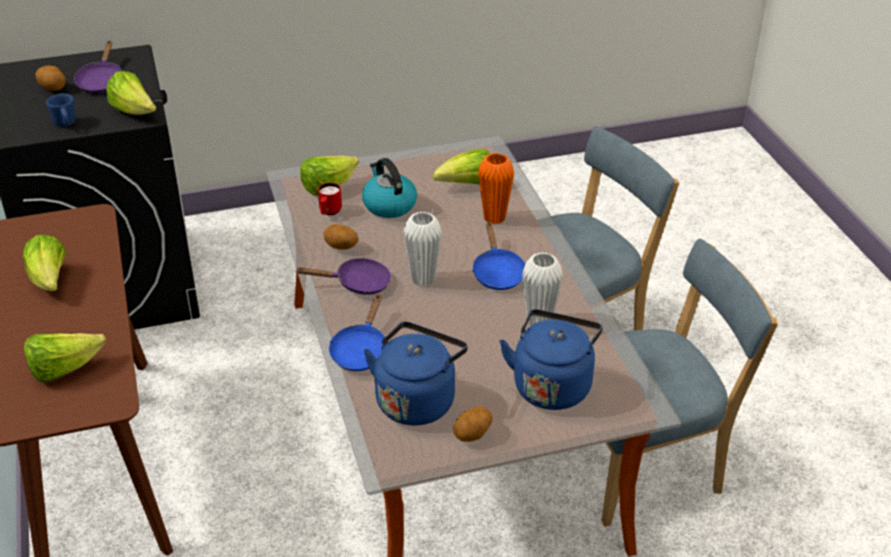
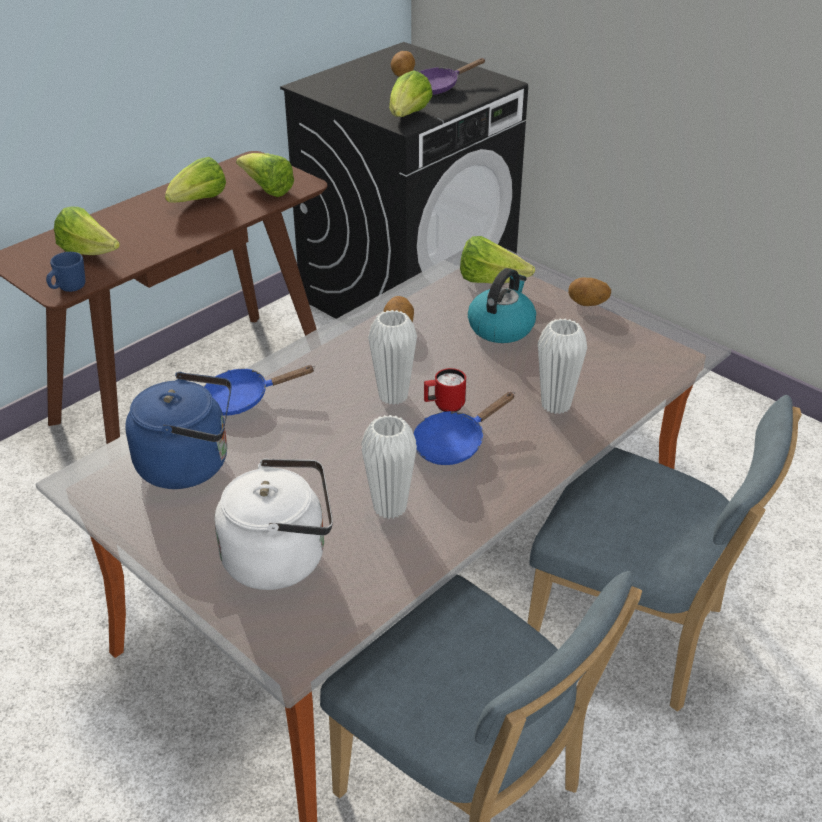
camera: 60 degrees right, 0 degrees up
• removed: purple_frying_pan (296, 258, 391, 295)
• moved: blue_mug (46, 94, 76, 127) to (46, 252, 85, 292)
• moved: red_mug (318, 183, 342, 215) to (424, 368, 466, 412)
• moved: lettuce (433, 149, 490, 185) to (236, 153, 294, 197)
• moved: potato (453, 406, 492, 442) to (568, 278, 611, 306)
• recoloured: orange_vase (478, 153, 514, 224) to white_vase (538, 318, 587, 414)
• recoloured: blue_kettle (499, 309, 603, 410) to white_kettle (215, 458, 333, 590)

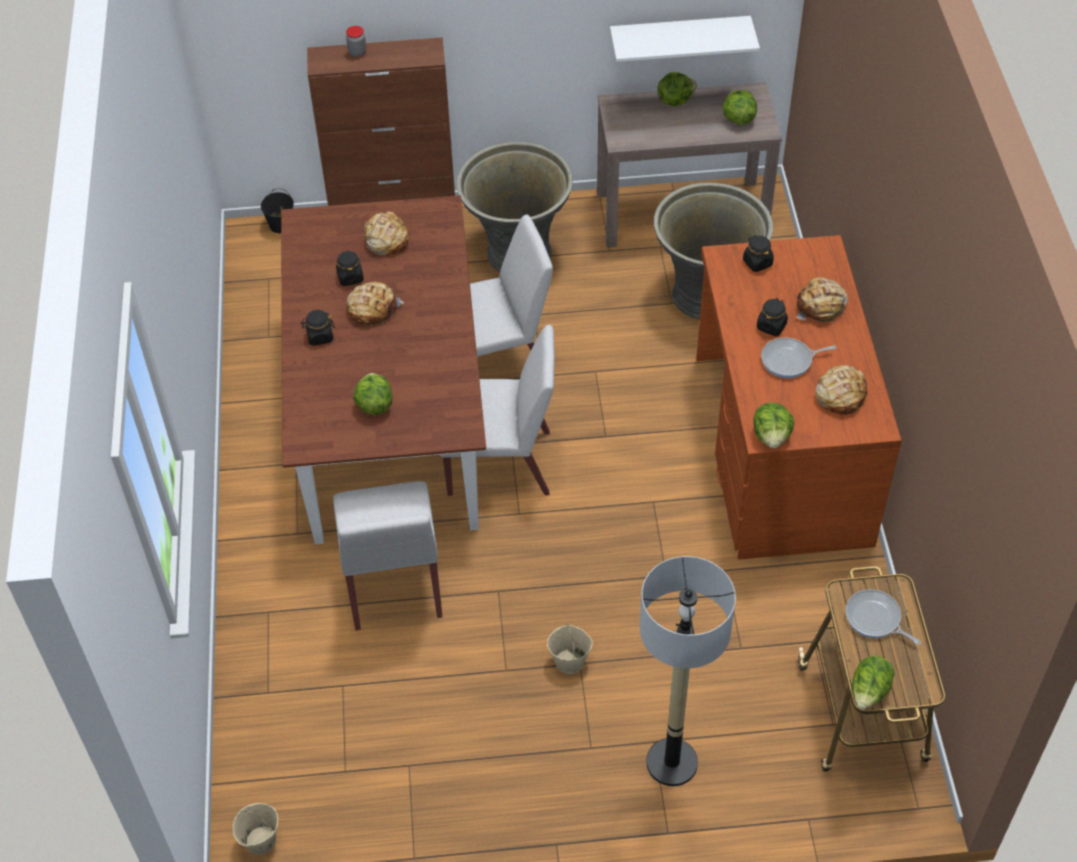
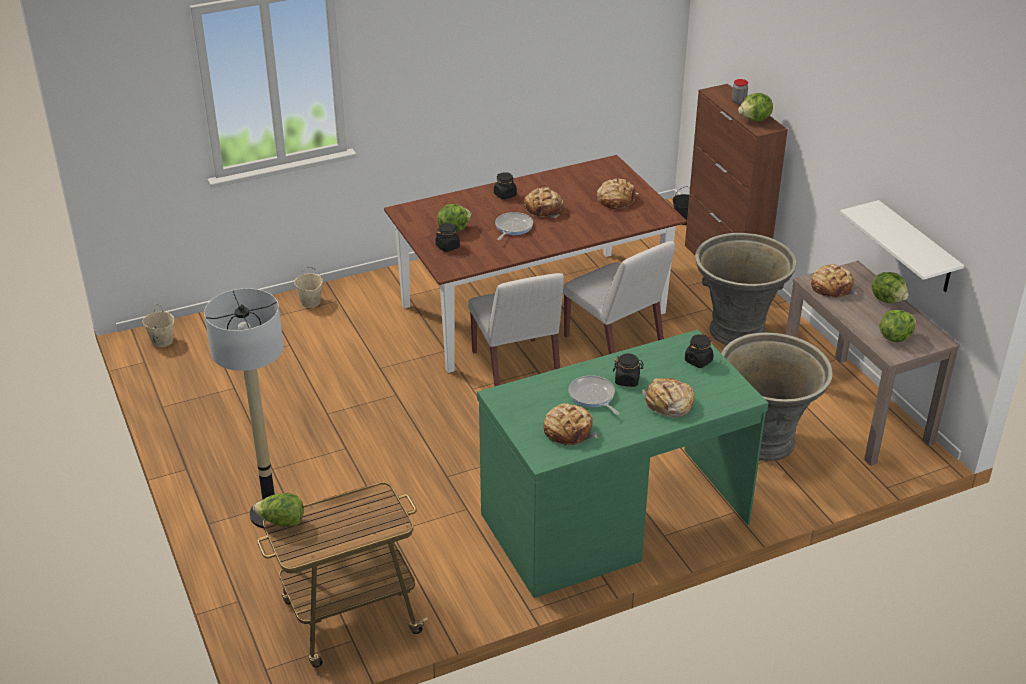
camera: 70 degrees right, 15 degrees down
• removed: white_chair (333, 481, 443, 630)
• added: bread (811, 264, 857, 298)
• moved: black_jar (336, 251, 364, 286) to (435, 223, 460, 252)
• moved: beige_bucket (547, 623, 593, 674) to (294, 267, 323, 308)
• moved: lettuce (753, 402, 795, 448) to (738, 93, 773, 121)
• moved: frying_pan (845, 589, 921, 645) to (495, 212, 533, 240)
• recoloured: brown_desk (696, 235, 902, 560) to green_desk (477, 330, 768, 598)

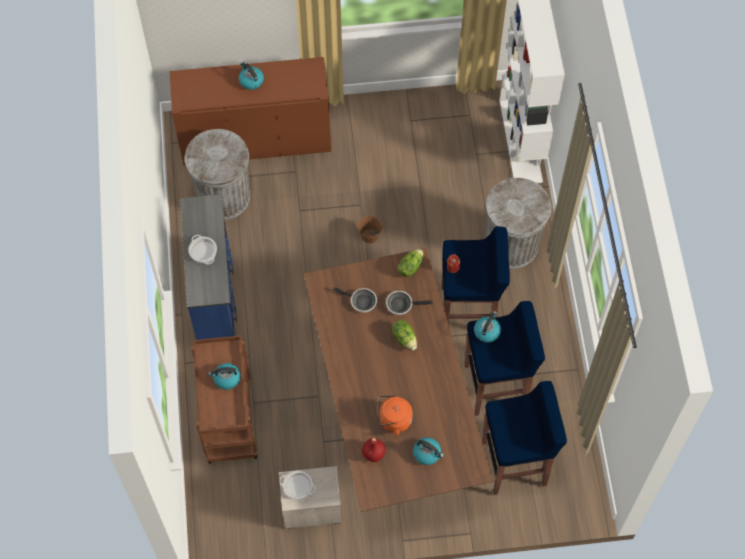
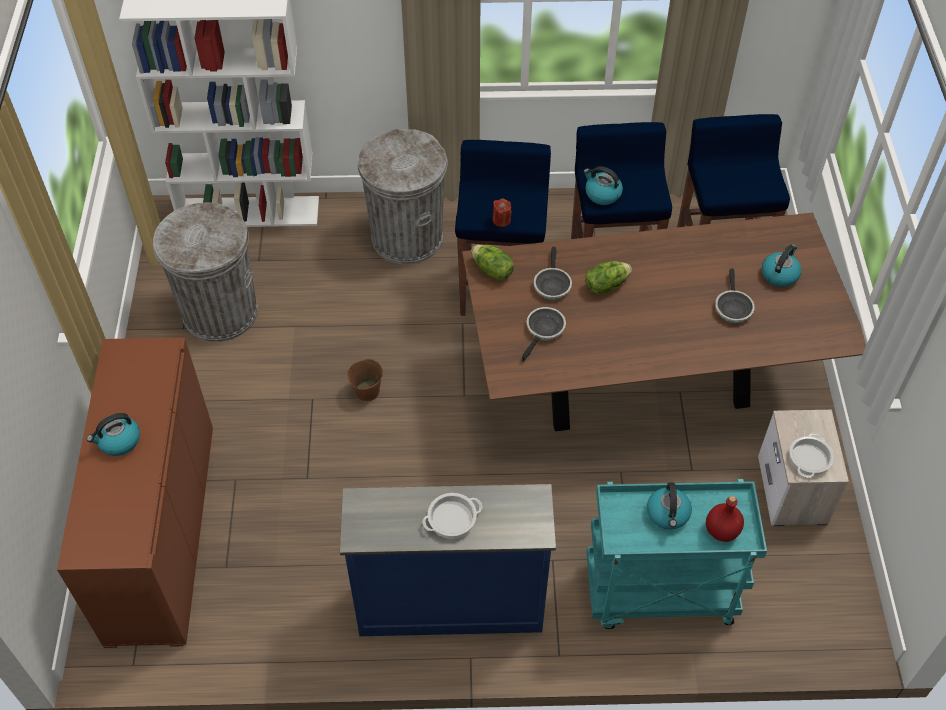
camera: 85 degrees left, 10 degrees down
• moved: grey_trash_can (184, 129, 250, 220) to (153, 202, 258, 342)
• moved: red_bottle (362, 438, 386, 462) to (706, 496, 744, 542)
• replaced: orange_kettle (377, 395, 413, 436) to frying_pan (715, 268, 755, 323)
• recoloured: brown_cart (191, 335, 258, 464) to turquoise_cart (586, 479, 767, 629)

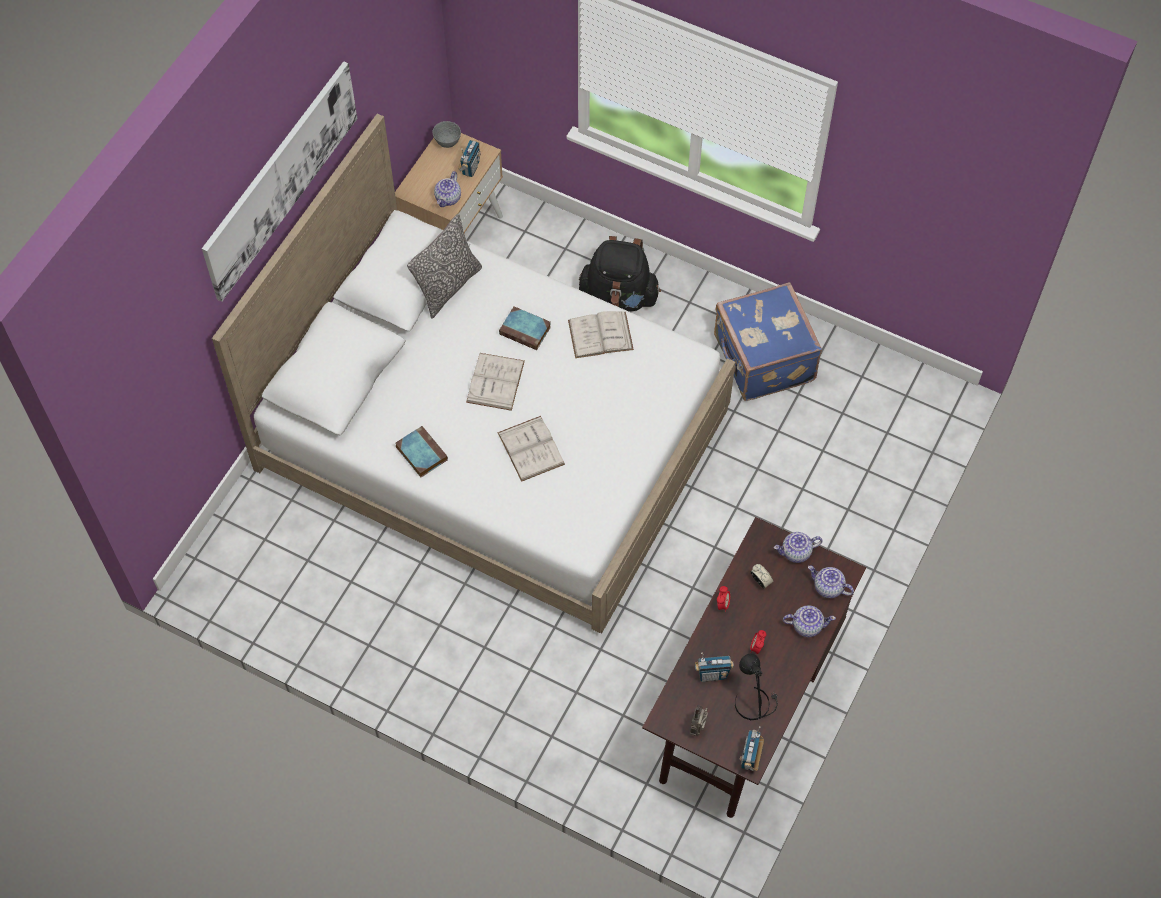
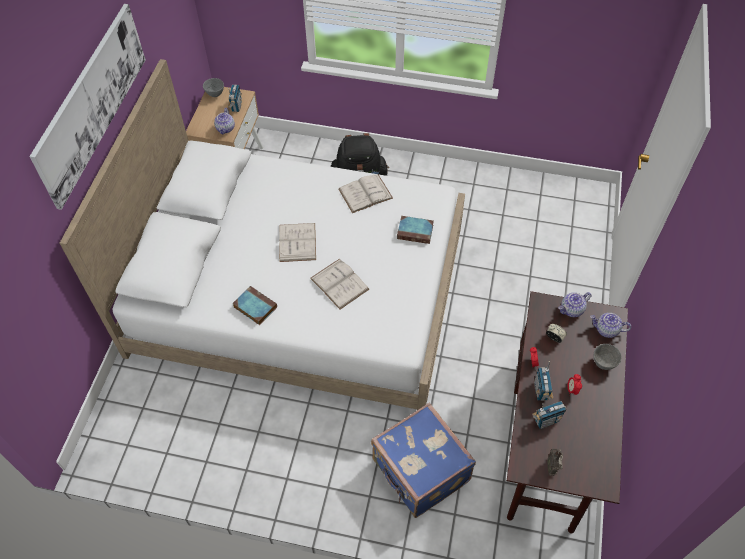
camera: 15 degrees left, 5 degrees down
• removed: pillow (407, 214, 482, 318)
• removed: black_table_lamp (735, 653, 778, 720)
• moved: book (499, 306, 551, 350) to (397, 216, 434, 244)
• moved: blue_suitcase (714, 282, 822, 401) to (371, 403, 476, 518)
• moved: radio (739, 726, 764, 771) to (534, 361, 553, 401)
• replaced: teapot (783, 605, 836, 637) to grey_bowl (594, 344, 622, 370)

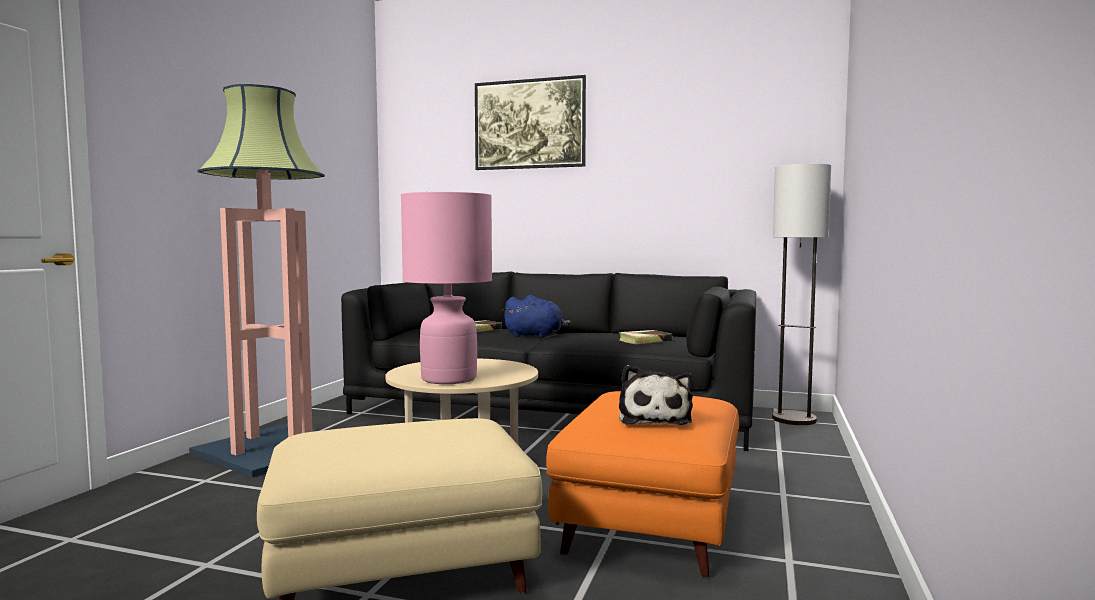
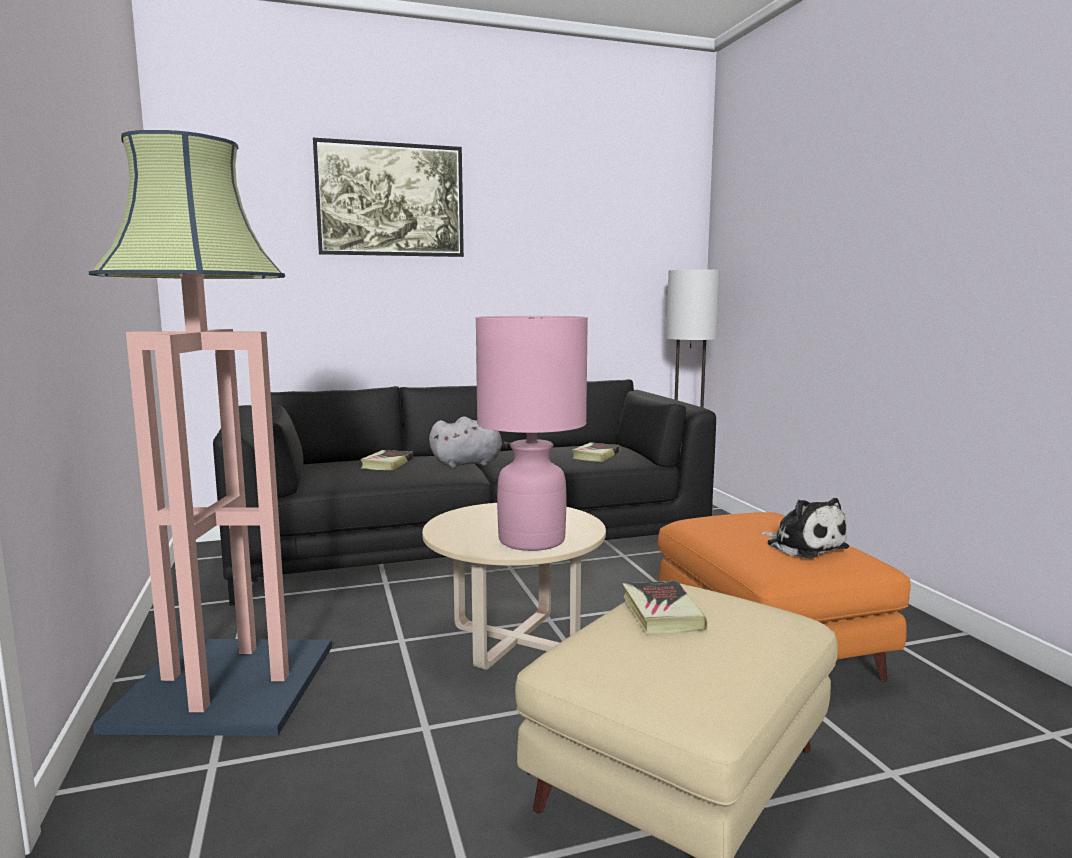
camera: 35 degrees left, 5 degrees up
• added: book (622, 581, 707, 634)
• recoloured: blue_plush_toy (502, 295, 571, 338) to grey_plush_toy (429, 417, 512, 468)

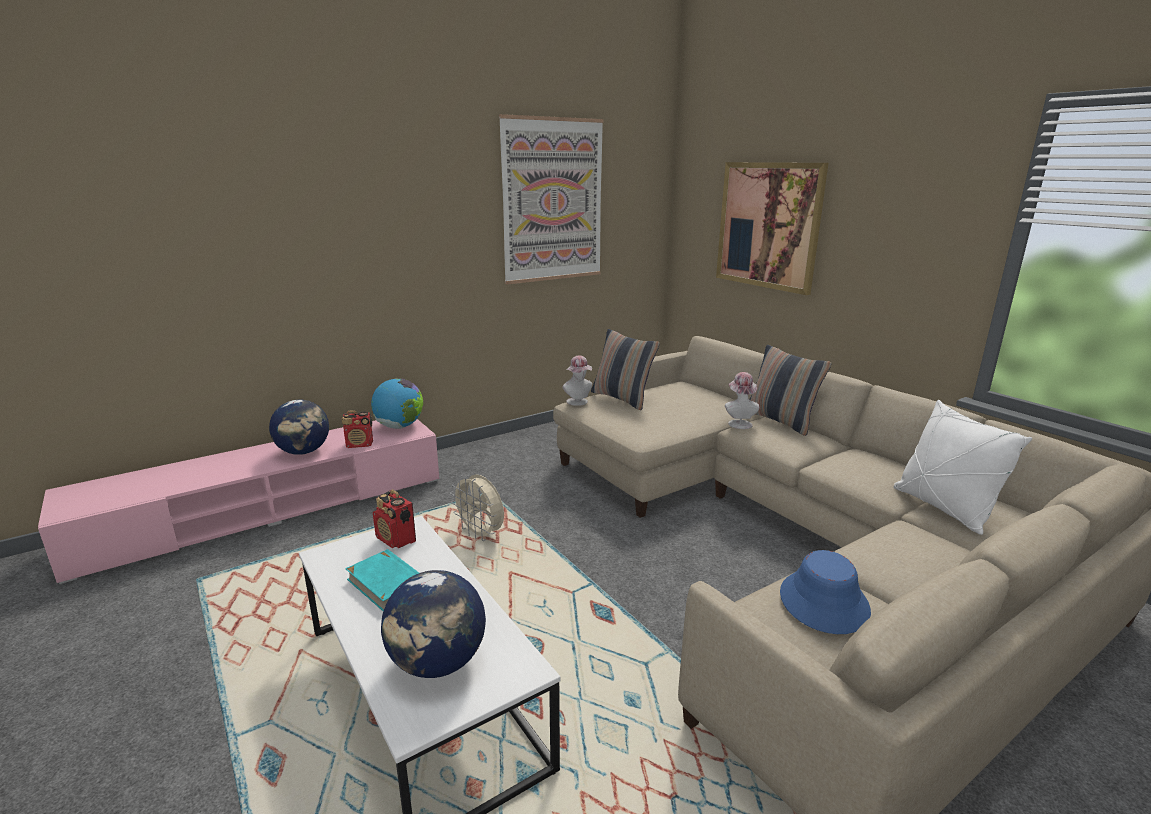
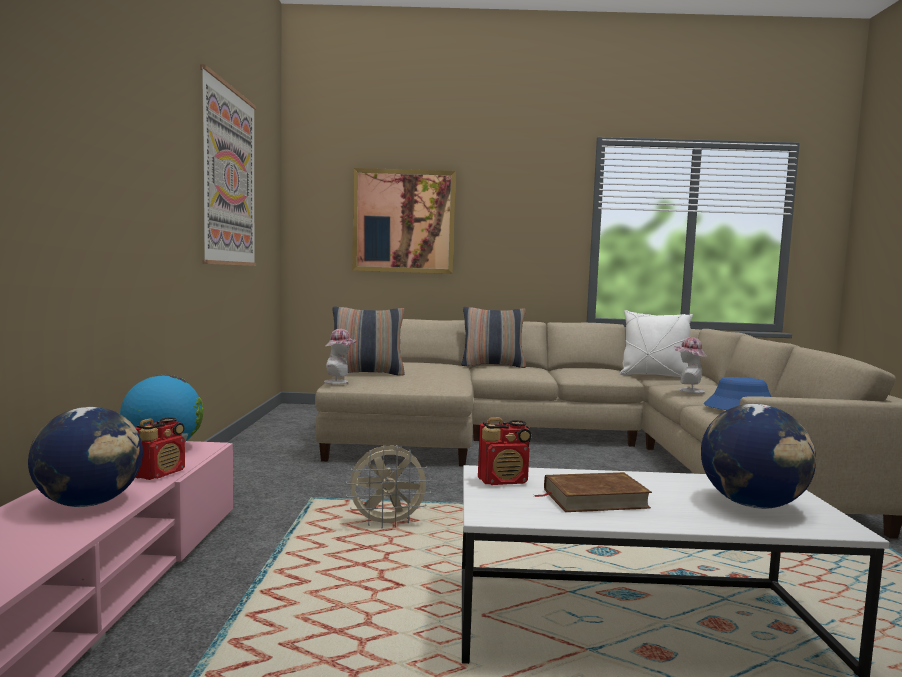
camera: 55 degrees left, 15 degrees down
• moved: hat (725, 372, 759, 429) to (673, 337, 706, 393)
• recoloured: turquoise_book (345, 549, 419, 611) to brown_book (534, 472, 652, 512)

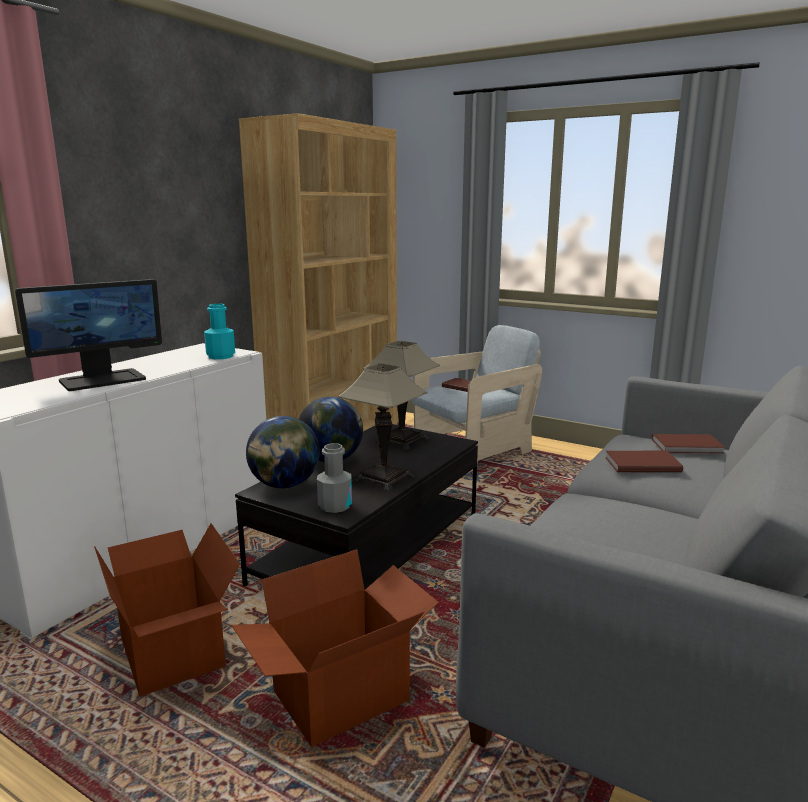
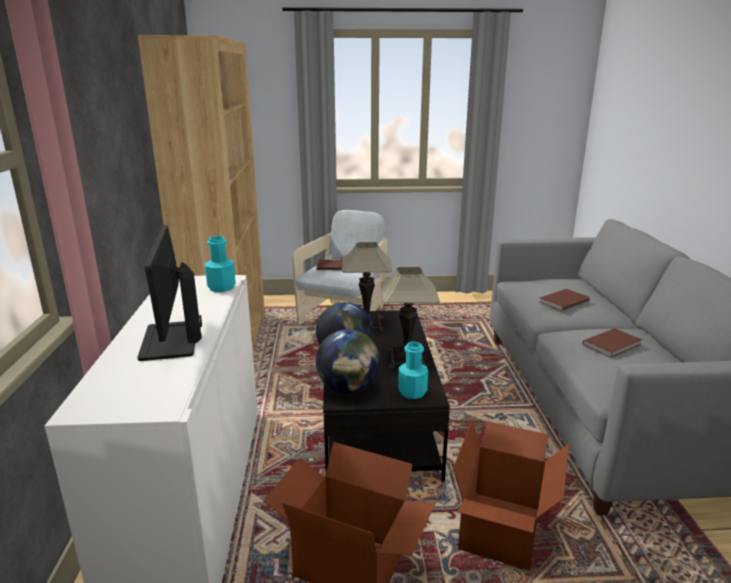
camera: 35 degrees left, 5 degrees up
• moved: brown_book (652, 434, 725, 454) to (582, 328, 643, 358)
• recoloured: grey_bottle (317, 443, 352, 513) to turquoise_bottle (398, 342, 428, 399)
• turned: monitor (15, 279, 162, 391) = (138, 225, 202, 361) 150 degrees clockwise

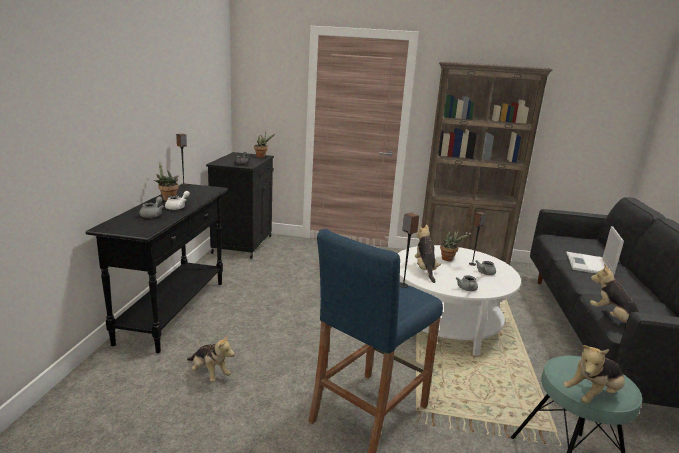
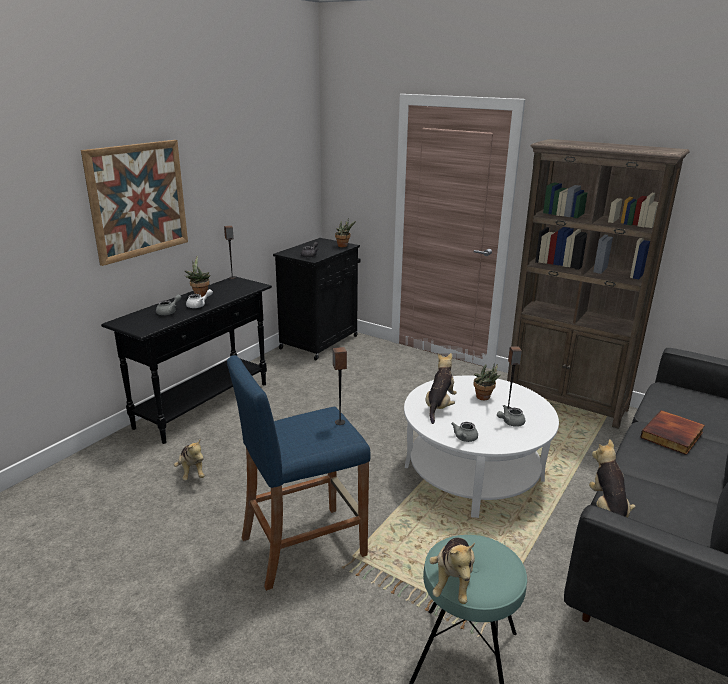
camera: 25 degrees right, 5 degrees up
• added: picture (81, 140, 188, 266)
• replaced: laptop (566, 226, 624, 275) to book (640, 410, 705, 455)
• turned: plush_toy (563, 345, 625, 403) = (429, 538, 475, 604) 75 degrees counterclockwise

